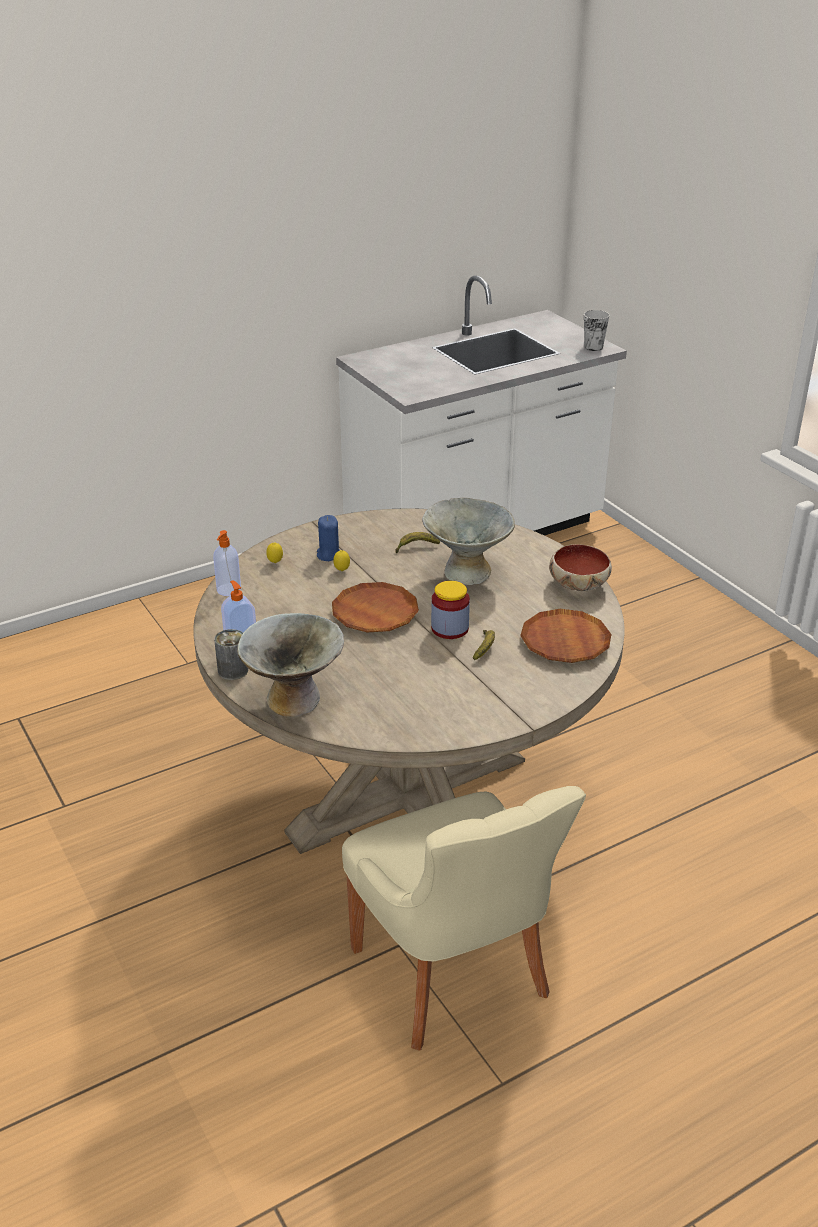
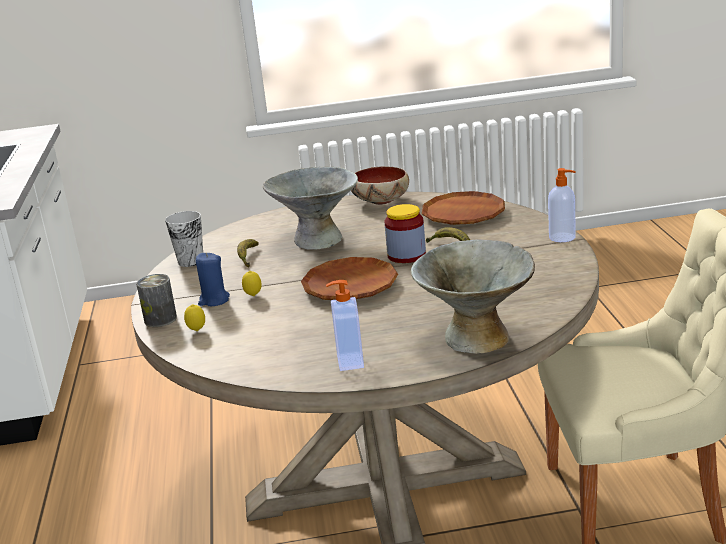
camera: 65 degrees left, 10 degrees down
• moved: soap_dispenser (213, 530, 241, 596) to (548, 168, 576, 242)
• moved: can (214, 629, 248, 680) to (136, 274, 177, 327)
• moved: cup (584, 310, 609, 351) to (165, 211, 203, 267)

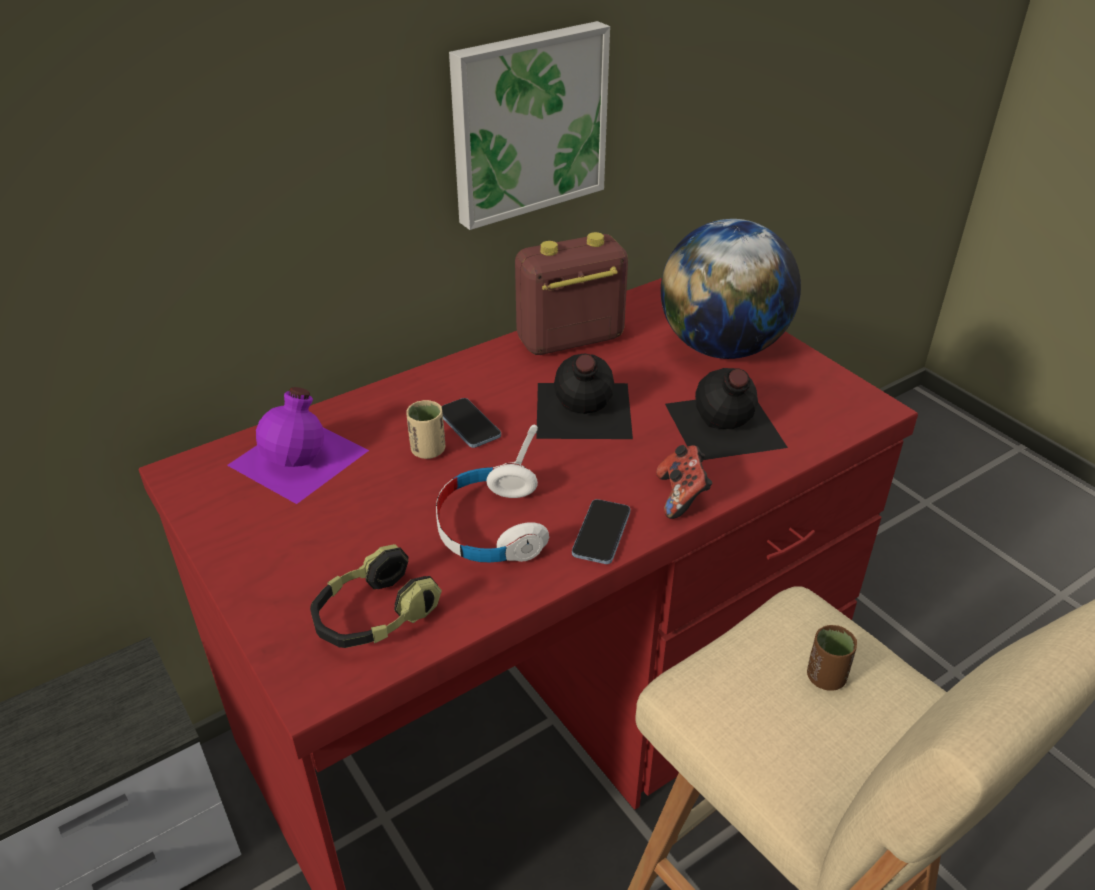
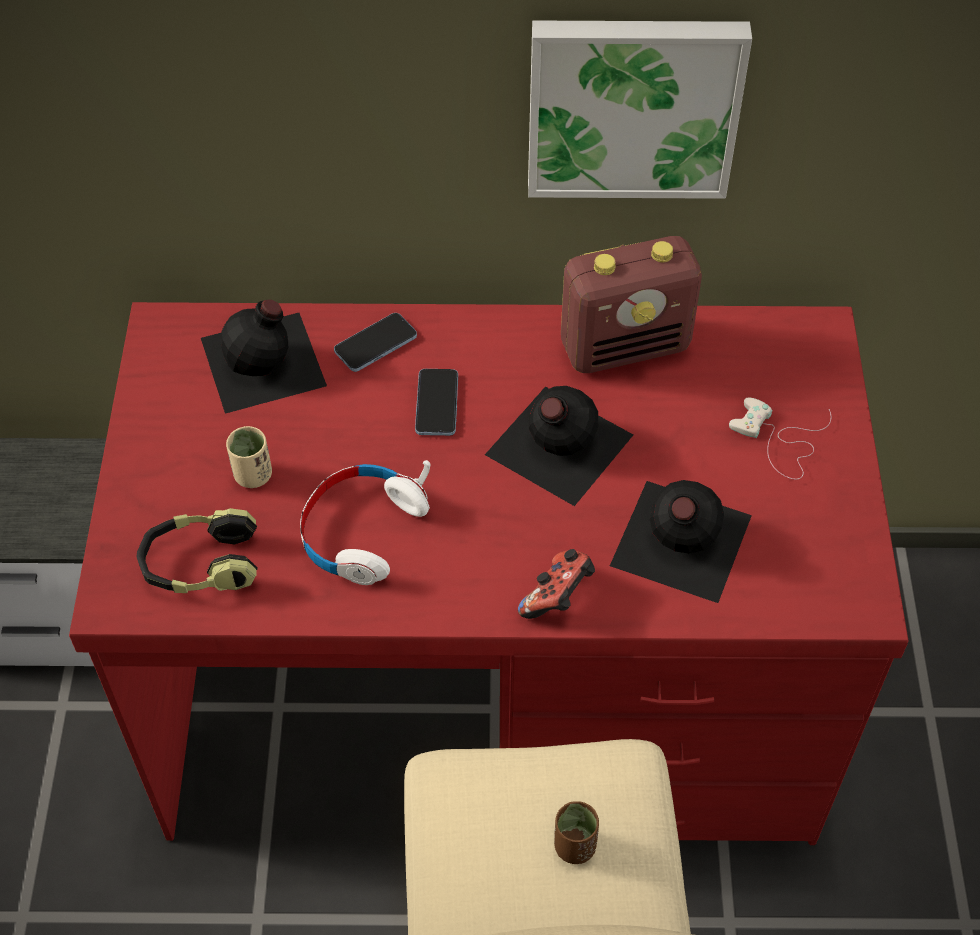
camera: 35 degrees right, 15 degrees up
• moved: beige_cup (406, 400, 445, 459) to (226, 426, 272, 488)
• moved: phone (572, 499, 630, 564) to (334, 313, 417, 372)
• replaced: globe (661, 219, 801, 359) to white_game_controller (729, 397, 831, 480)
• recoloured: purple_bottle (227, 387, 369, 504) to black_bottle (201, 300, 327, 414)
• turned: radio (515, 232, 628, 355) = (561, 236, 702, 373) 150 degrees clockwise

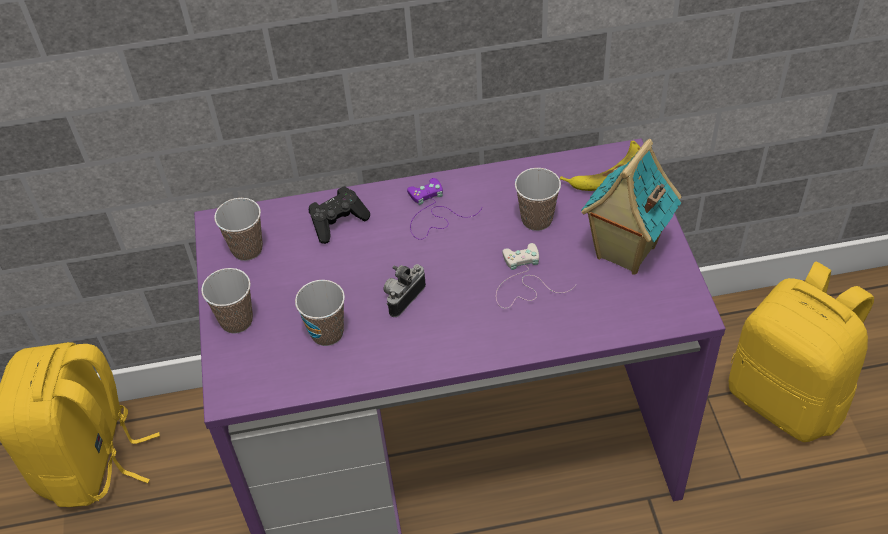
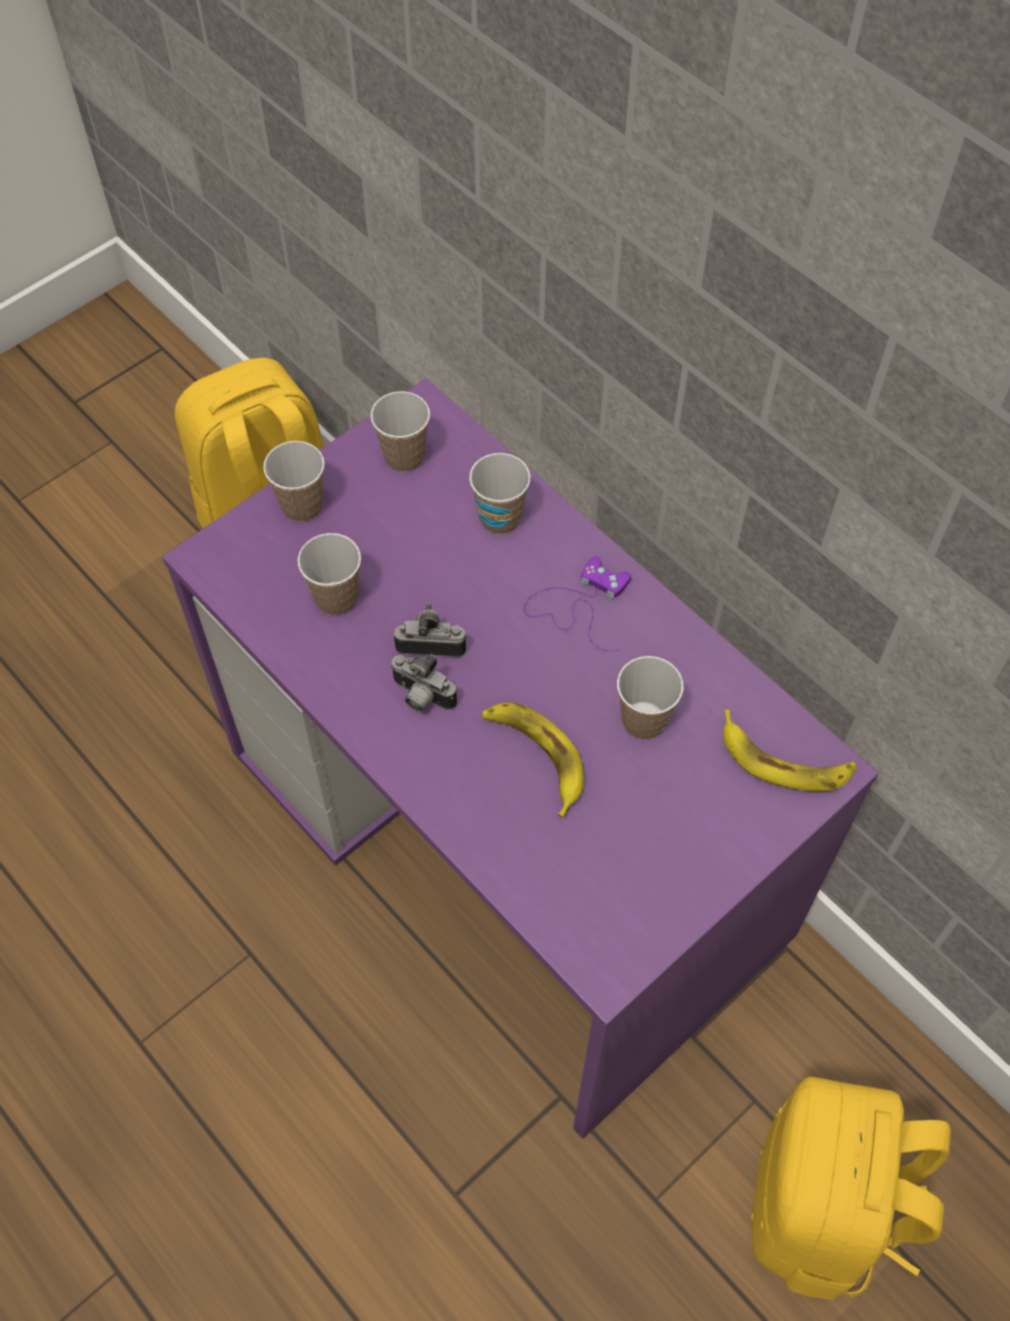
camera: 55 degrees right, 10 degrees up
• removed: toy_house (581, 139, 681, 275)
• added: photo_camera (390, 654, 457, 712)
• replaced: black_game_controller (309, 186, 370, 244) to cup (469, 453, 531, 534)
• replaced: white_game_controller (496, 243, 577, 309) to banana (482, 703, 584, 818)

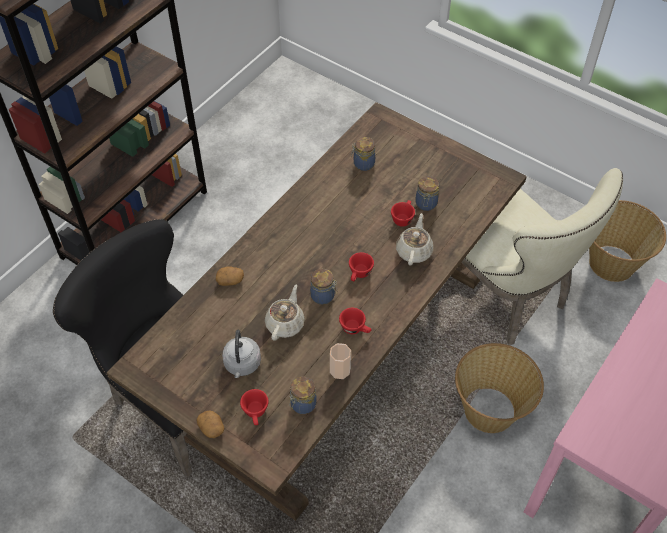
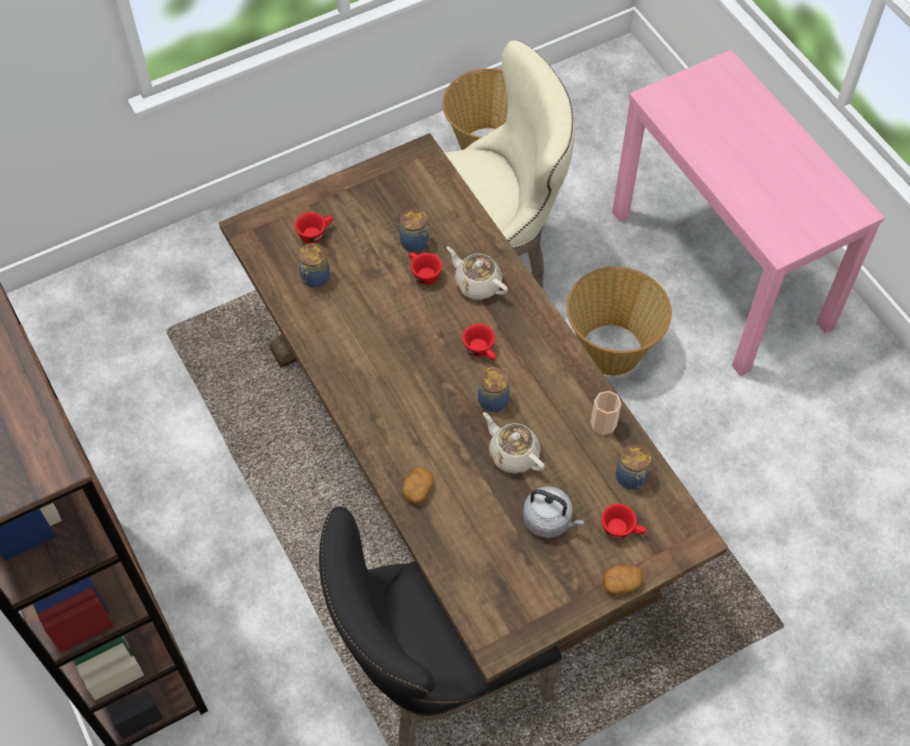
camera: 65 degrees left, 5 degrees up
• moved: red_cup (339, 308, 371, 334) to (295, 212, 333, 243)

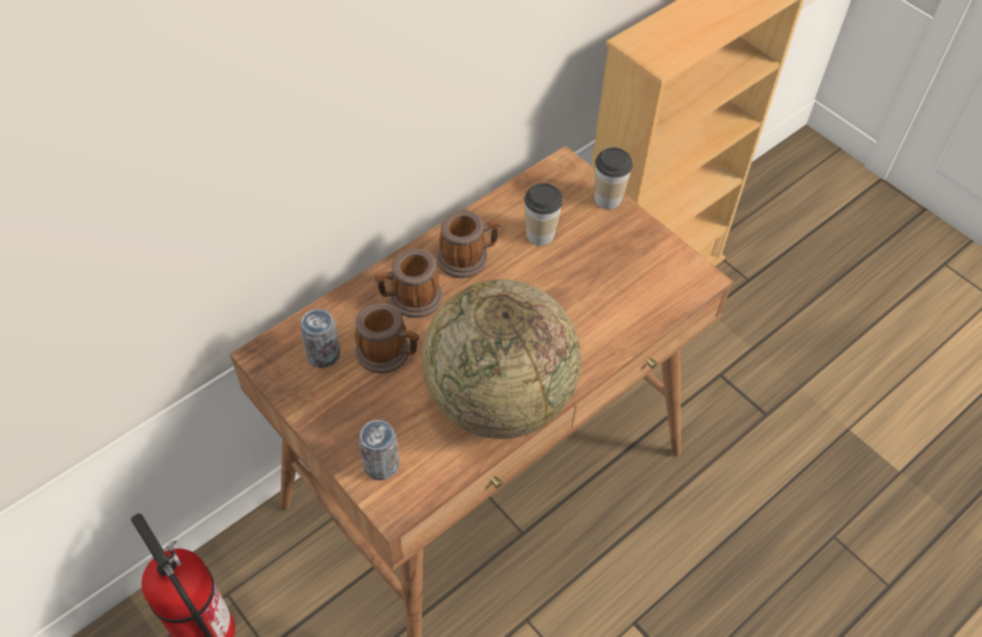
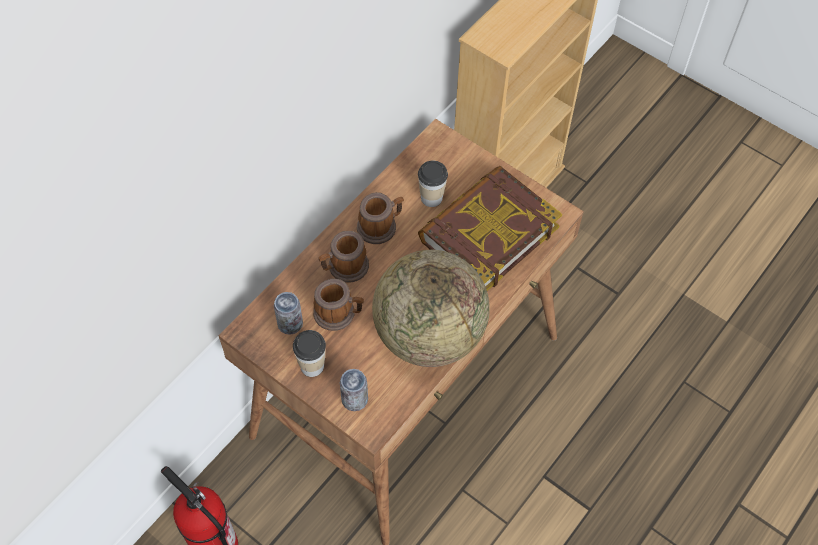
camera: 10 degrees left, 5 degrees up
• added: book (418, 166, 562, 291)
• moved: cup (595, 147, 633, 209) to (293, 330, 326, 377)

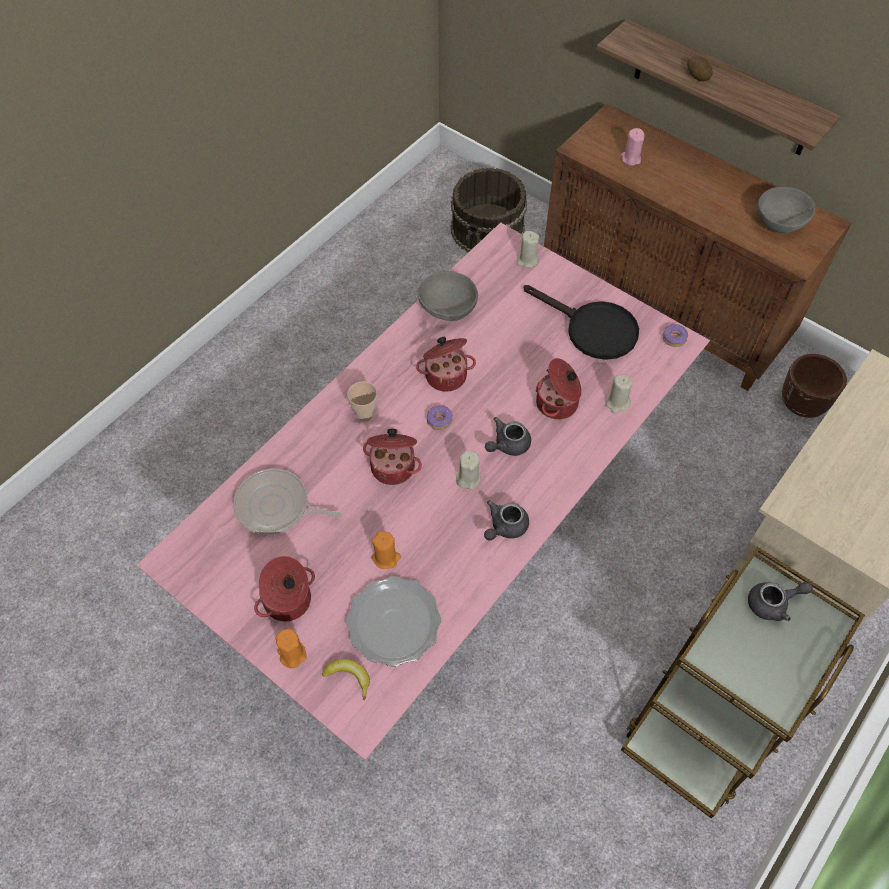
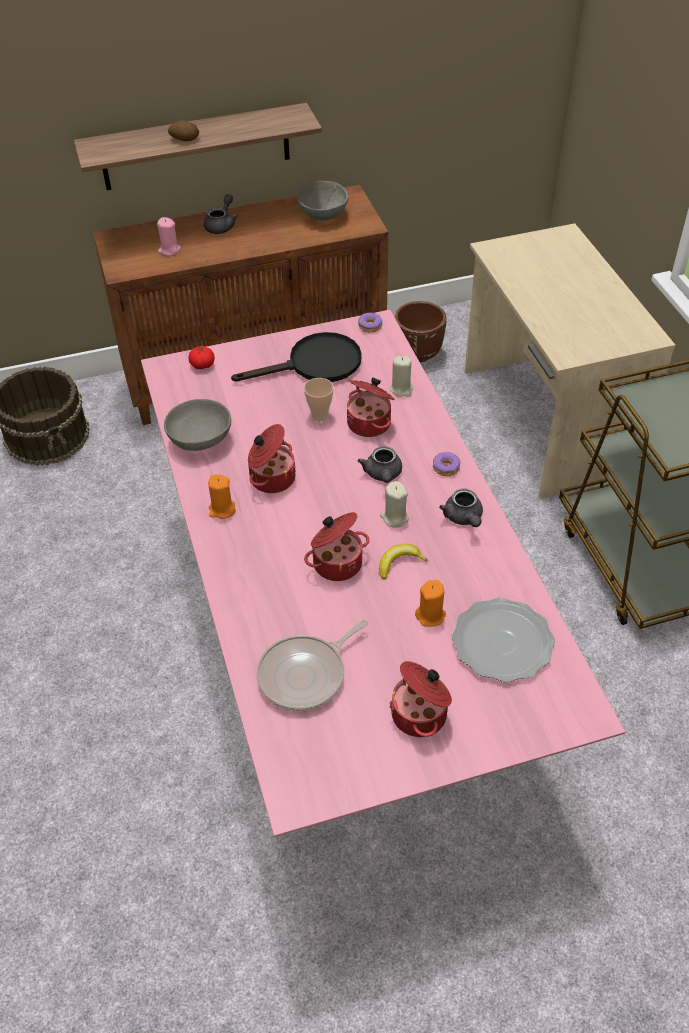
camera: 55 degrees left, 10 degrees down
• moved: orange_candle (275, 628, 307, 669) to (208, 474, 236, 519)
• moved: banana (322, 659, 370, 700) to (379, 544, 428, 579)
• moved: cup (347, 382, 377, 422) to (304, 378, 334, 422)
• moved: donut (427, 405, 452, 430) to (433, 452, 460, 476)
• moved: grey_teapot (748, 581, 813, 621) to (204, 194, 238, 234)
• replaced: beige_candle (517, 231, 539, 268) to tomato (189, 346, 215, 369)

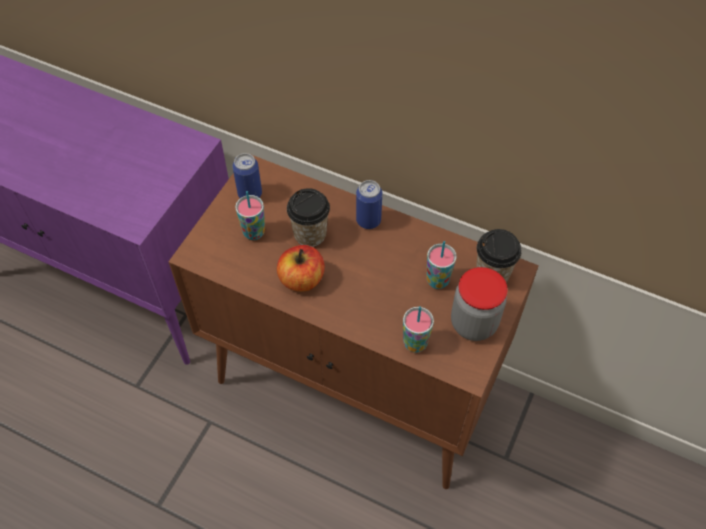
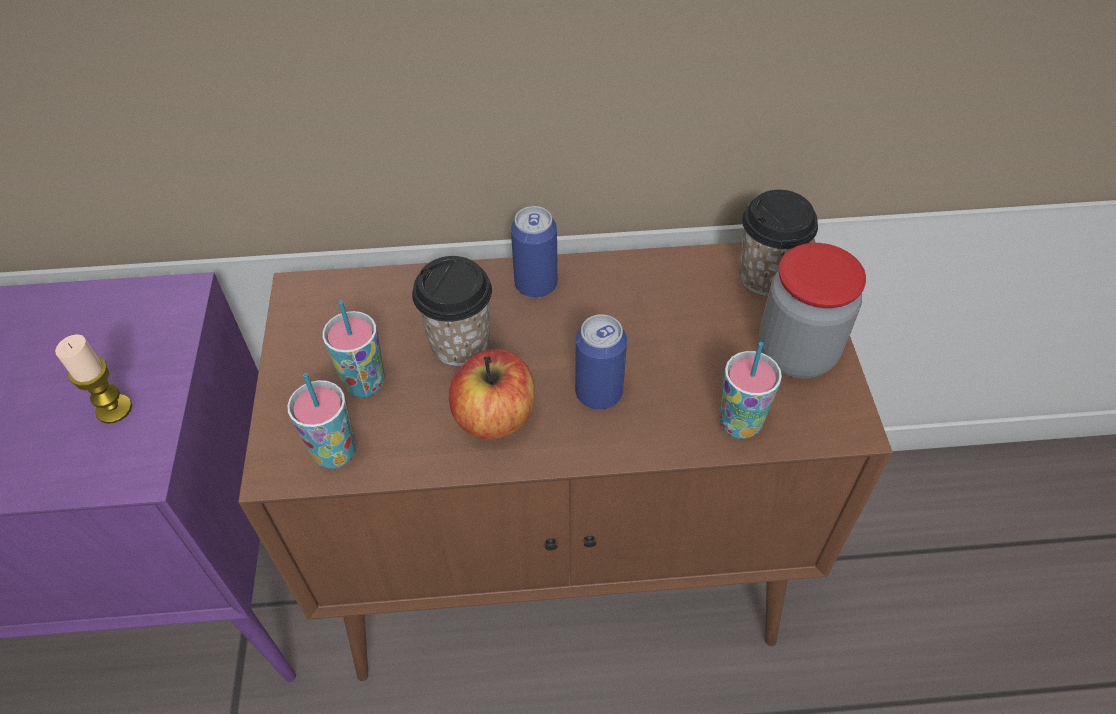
camera: 30 degrees left, 5 degrees down
• added: candle (55, 334, 132, 424)
• moved: can (233, 153, 262, 198) to (575, 314, 627, 409)
• moved: cup (427, 241, 457, 289) to (287, 373, 356, 469)

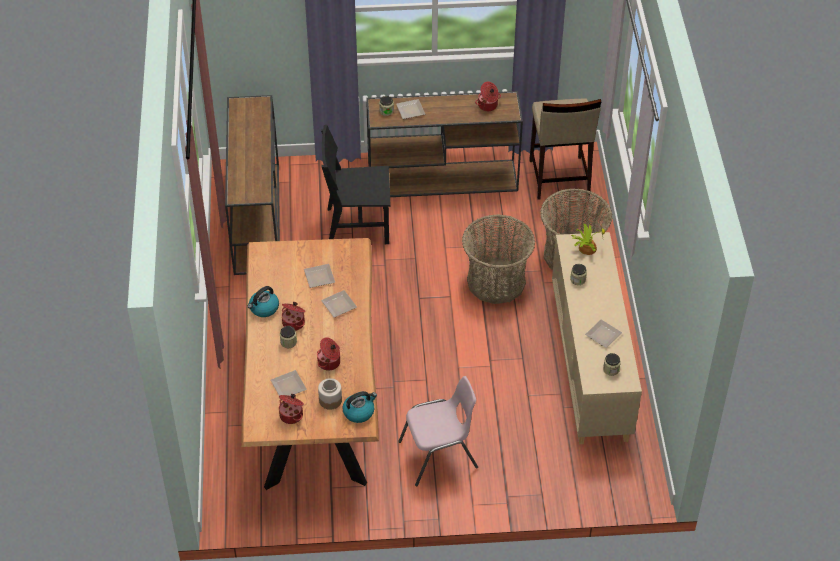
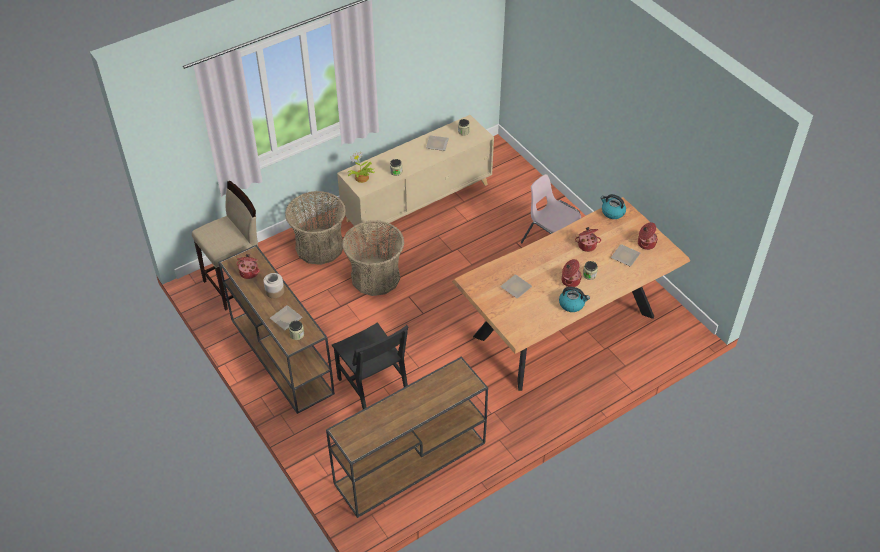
camera: 120 degrees left, 0 degrees up
• removed: plate (321, 290, 357, 318)
• moved: jar (318, 378, 342, 410) to (263, 273, 284, 298)

